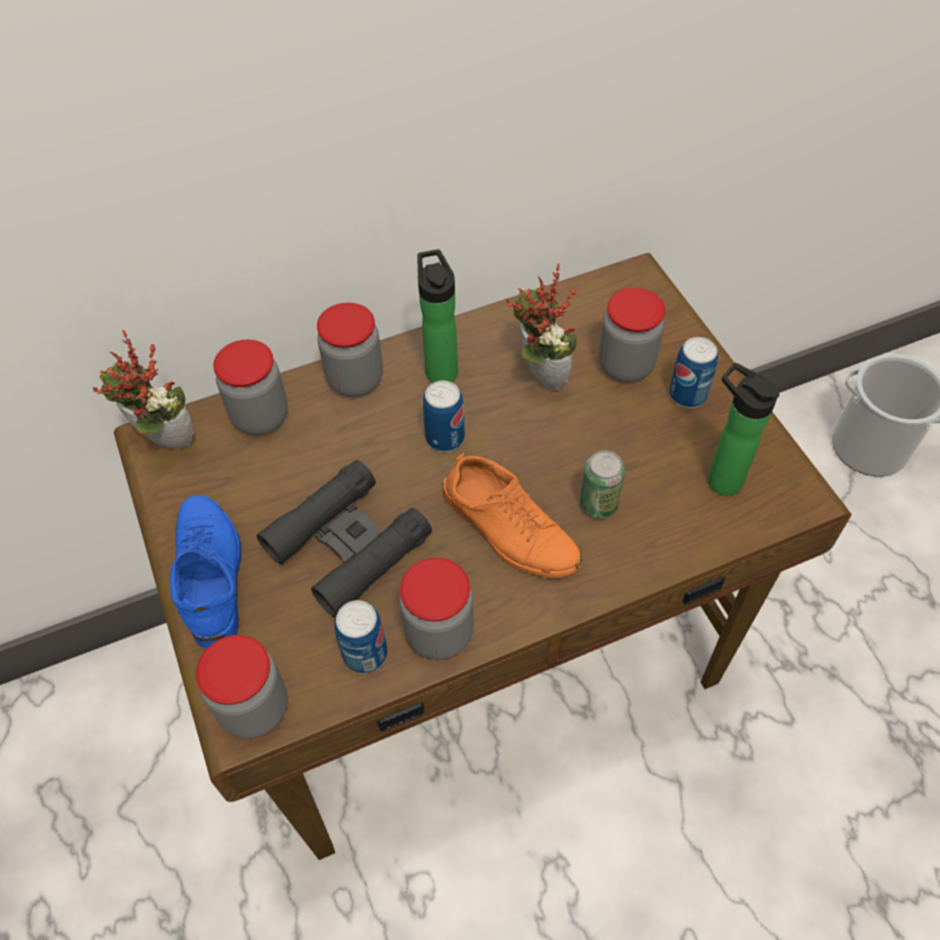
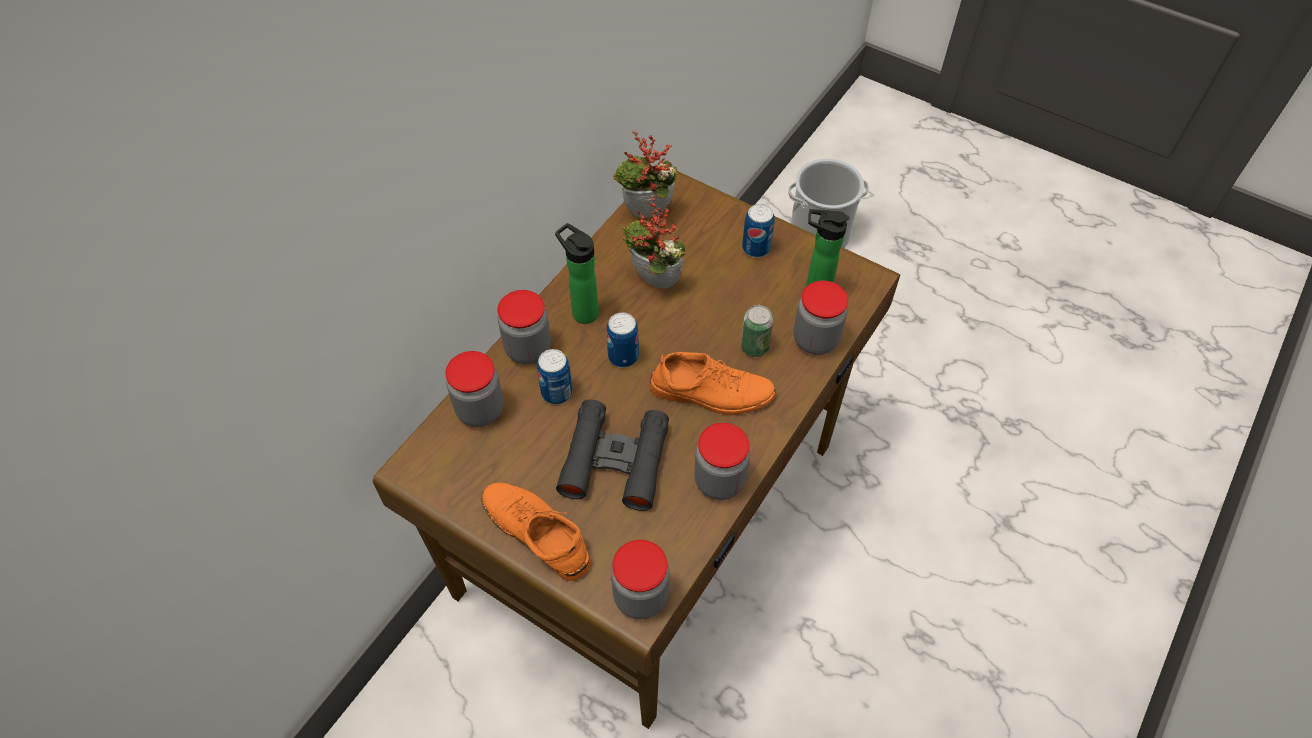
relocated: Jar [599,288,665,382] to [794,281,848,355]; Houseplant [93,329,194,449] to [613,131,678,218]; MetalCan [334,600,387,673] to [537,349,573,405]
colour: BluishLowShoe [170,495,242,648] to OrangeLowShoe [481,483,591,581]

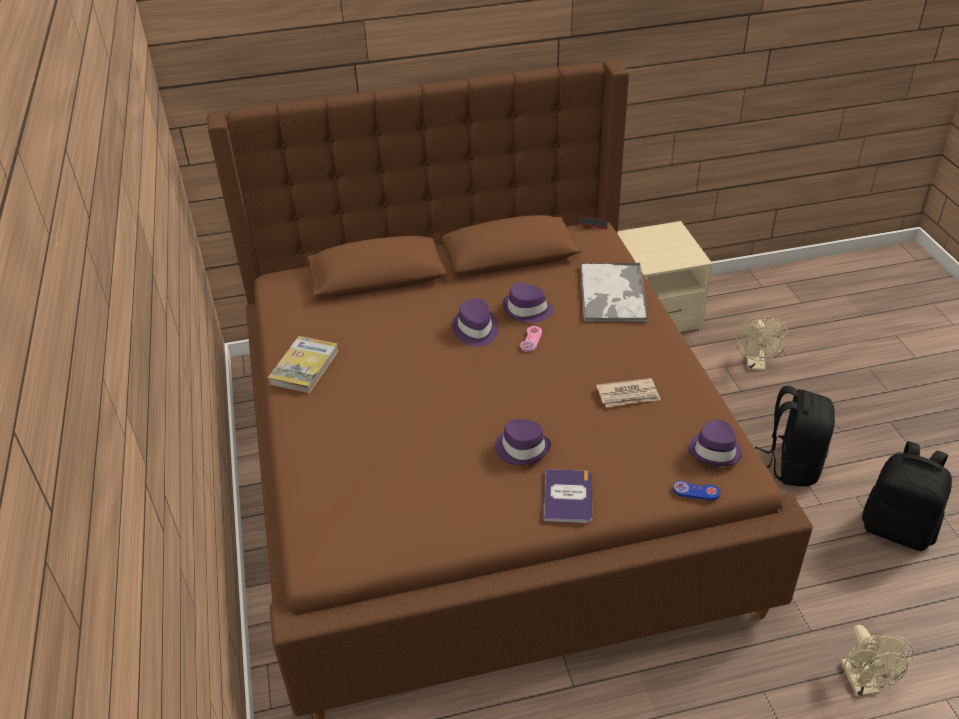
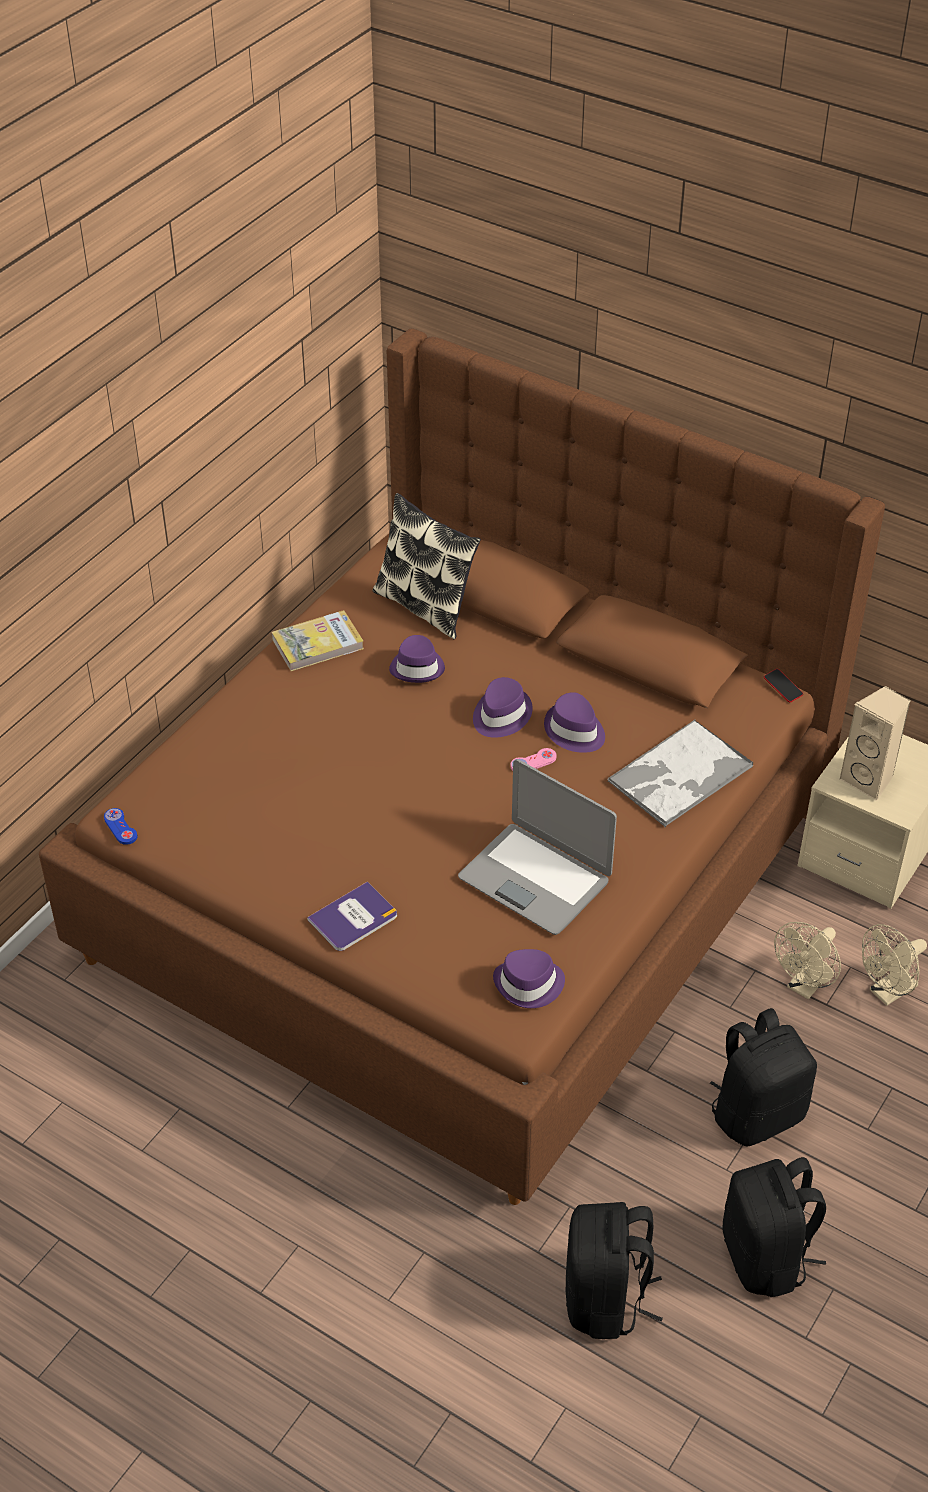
appeared: ThrowPillow [372,493,481,639]; BeigeColouredAudioSpeaker [840,686,911,801]; BlackishKnapsack [566,1202,663,1339]
relocated: PurpleColouredWearableHat [495,419,551,465] to [389,635,445,683]; BluishJoypad [673,481,720,500] to [104,808,137,845]; BeigeColouredElectricFan [841,625,914,697] to [774,922,841,1000]
exchanged: PrintedPaper [596,378,661,407] to NotebookComputer [458,759,617,935]

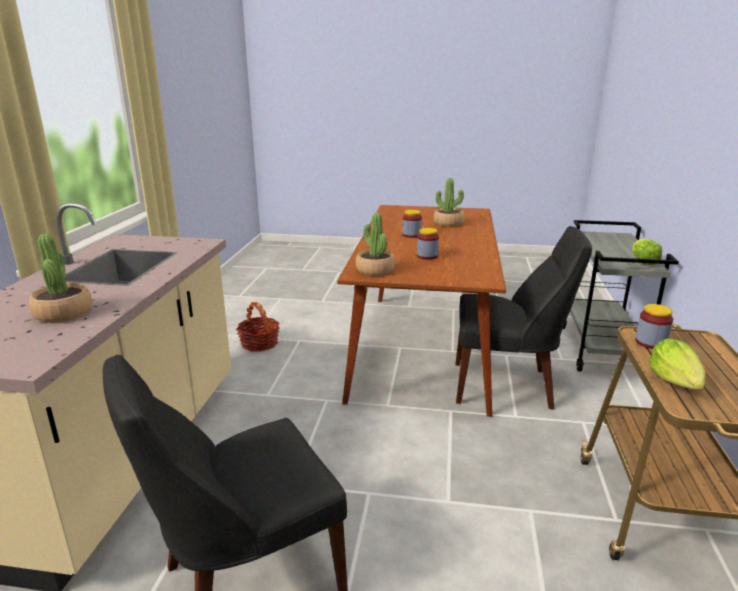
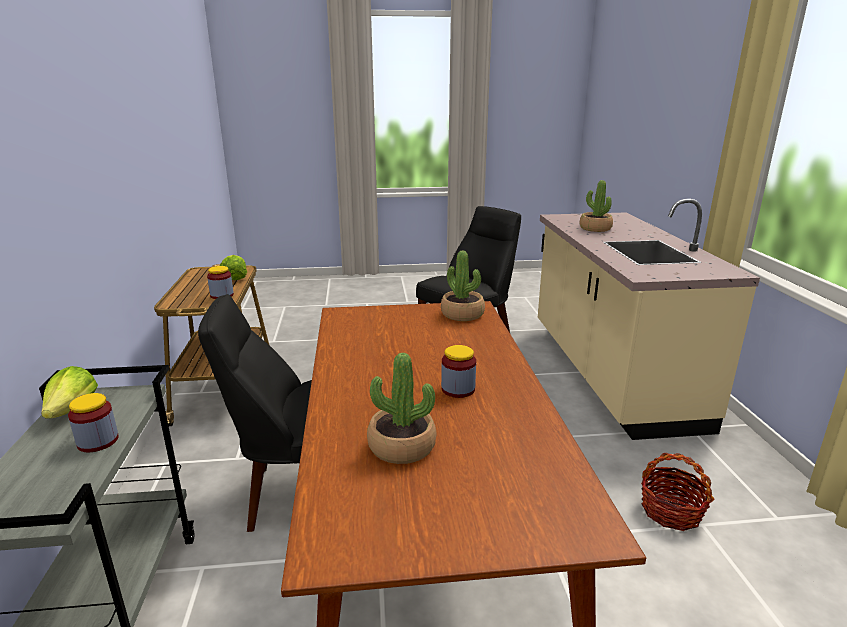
relocated: Jar [417,228,439,260] to [68,393,119,452]

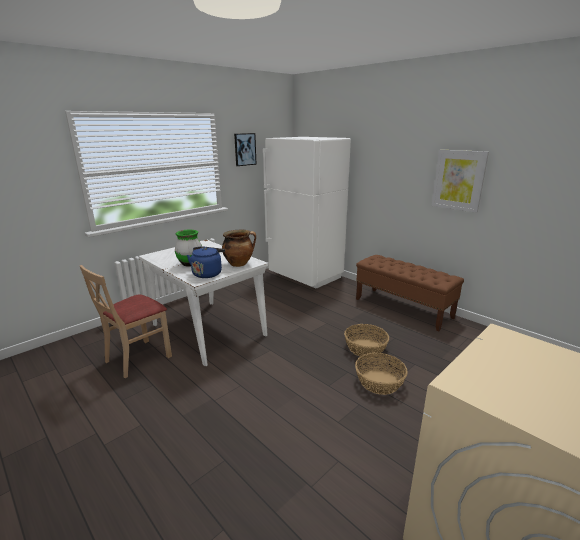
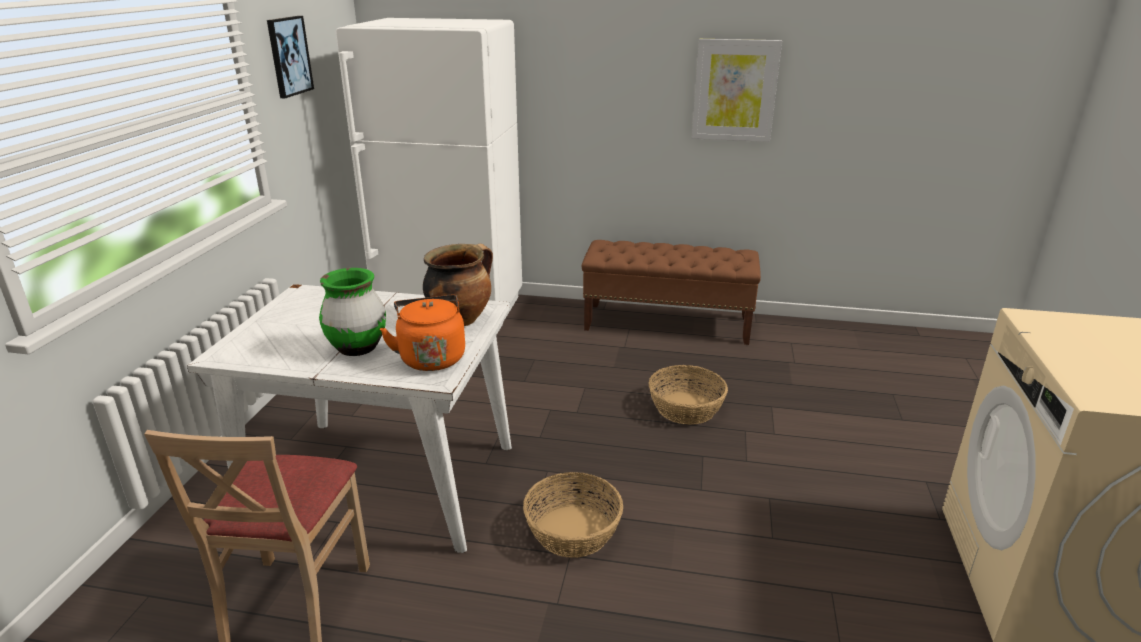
relocated: HouseholdBasket [355,353,408,395] to [523,472,623,558]
colour: BluishKettle [187,246,225,278] to OrangeKettle [380,295,465,371]

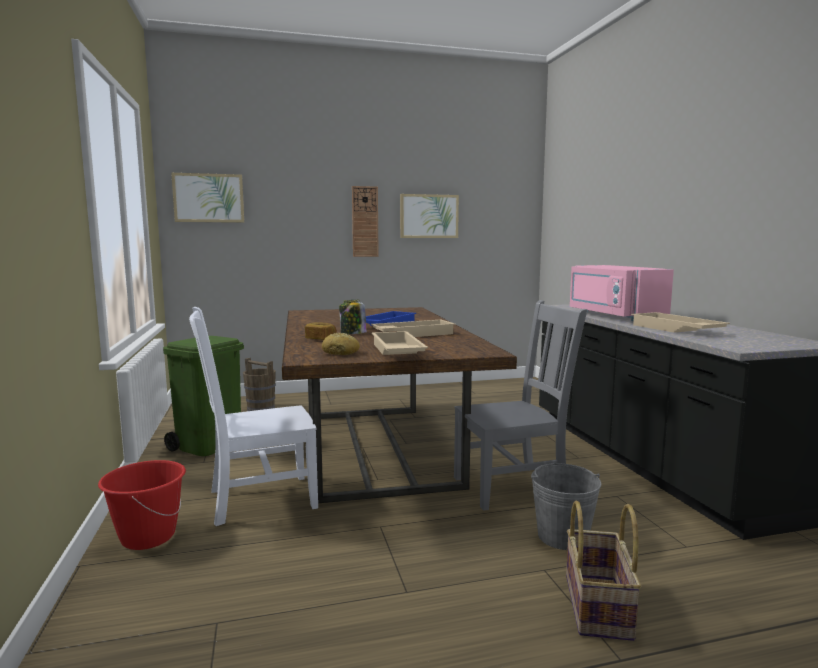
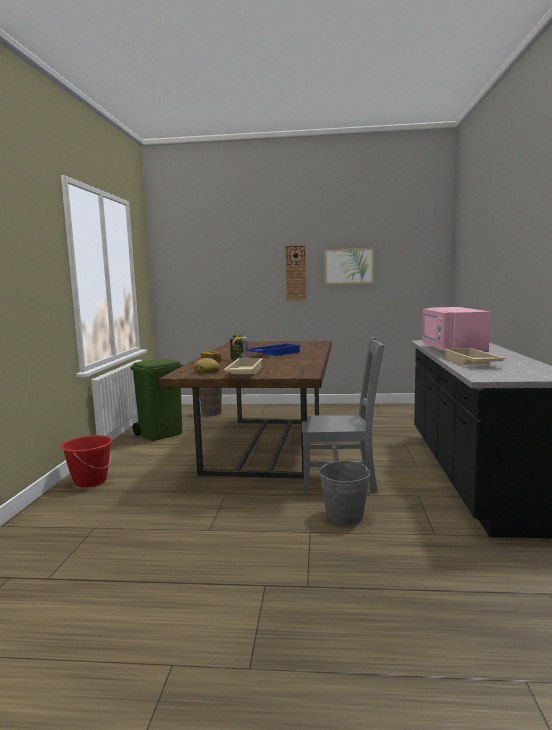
missing: WallPicture [171,173,244,223]; WhiteColouredChair [189,307,318,526]; BeigeColouredTray [371,320,456,337]; HouseholdBasket [566,500,641,641]

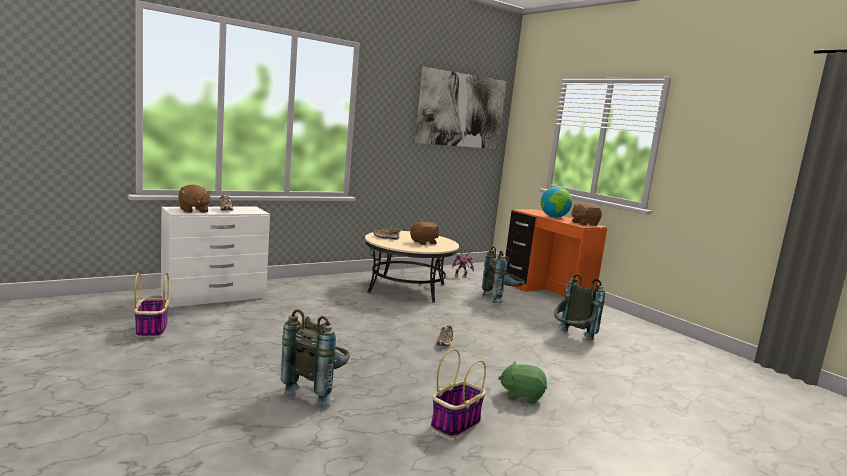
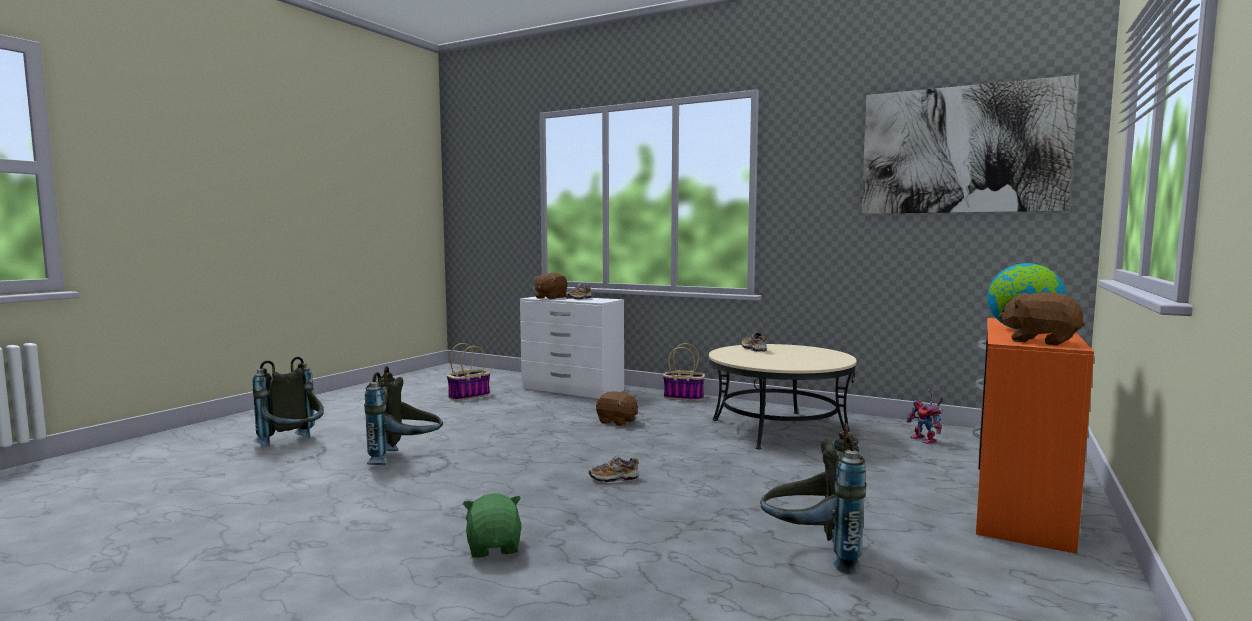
relocated: BrownishSoftToy [410,222,439,245] to [596,391,638,426]; GreyishKnapsack [482,246,525,303] to [253,357,324,446]; HouseholdBasket [431,349,486,438] to [663,343,705,401]

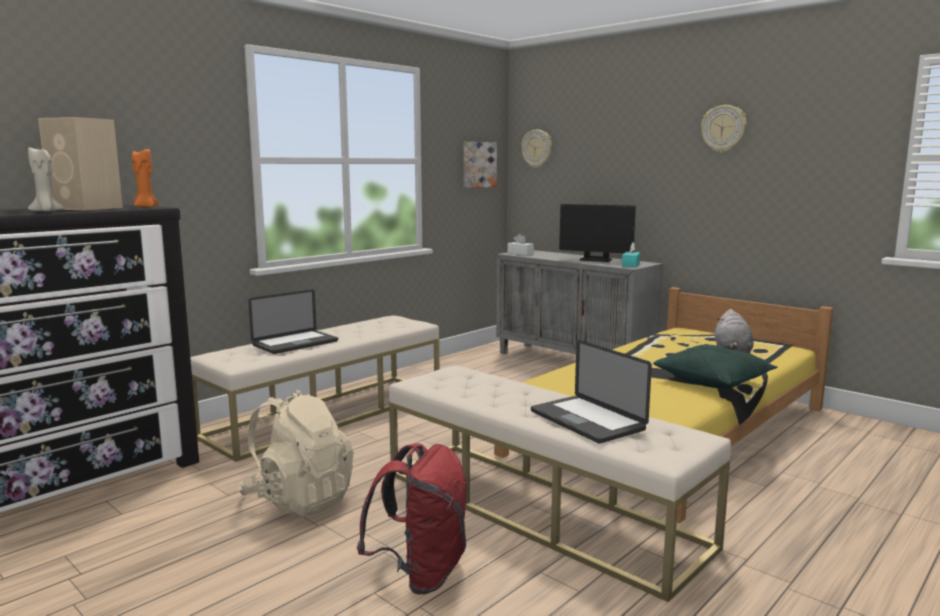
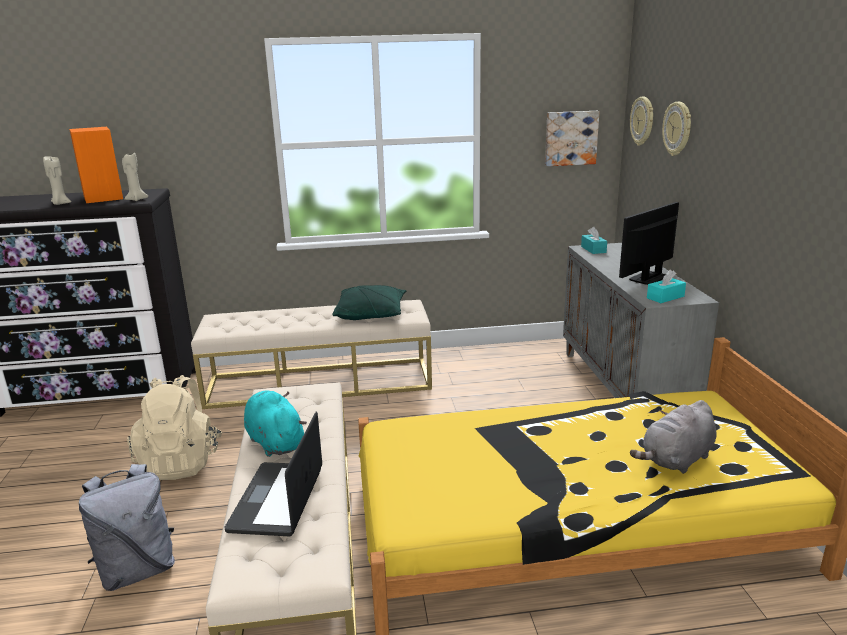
missing: NotebookComputer [248,289,338,354]
appeared: TurquoiseColouredSoftToy [244,391,307,457]
relocated: ClockOnTheWall [701,105,747,153] to [662,102,691,156]; GreenThrowPillow [653,344,778,389] to [332,285,406,320]
colour: BeigeColouredAudioSpeaker [38,117,123,210] to OrangeAudioSpeaker [69,127,123,203]; OrangeCandle [132,148,159,208] to BeigeColouredCandle [122,153,148,201]; WhiteColouredTissueHolder [508,234,534,255] to TurquoiseColouredTissueHolder [581,227,607,254]; RedKnapsack [357,443,468,595] to GreyishKnapsack [79,464,175,591]
spun: Monitor [559,204,636,262] = [619,202,679,285] 75 degrees clockwise

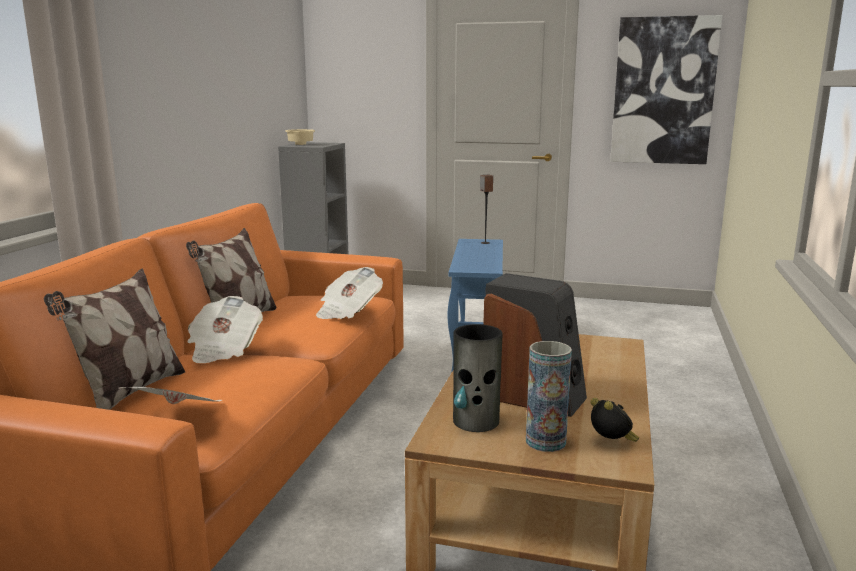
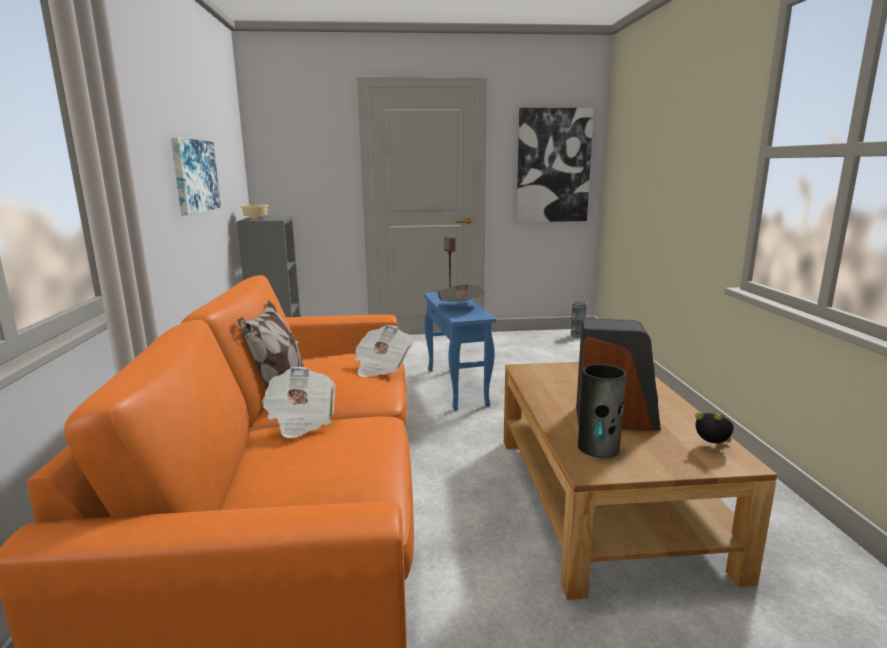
missing: ThrowPillow [44,269,185,410]
appeared: WallPicture [171,137,221,215]
relocated: Vase [526,341,572,452] to [571,301,587,338]; PrintedPaper [119,387,222,404] to [437,284,484,302]

